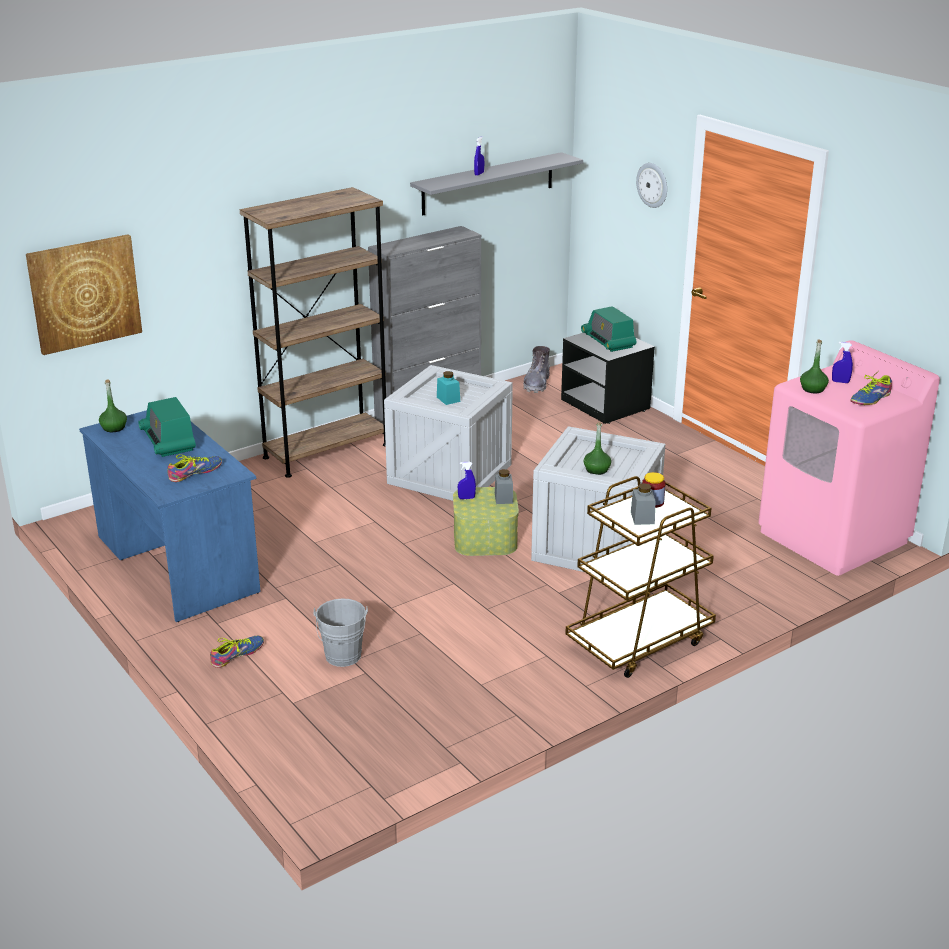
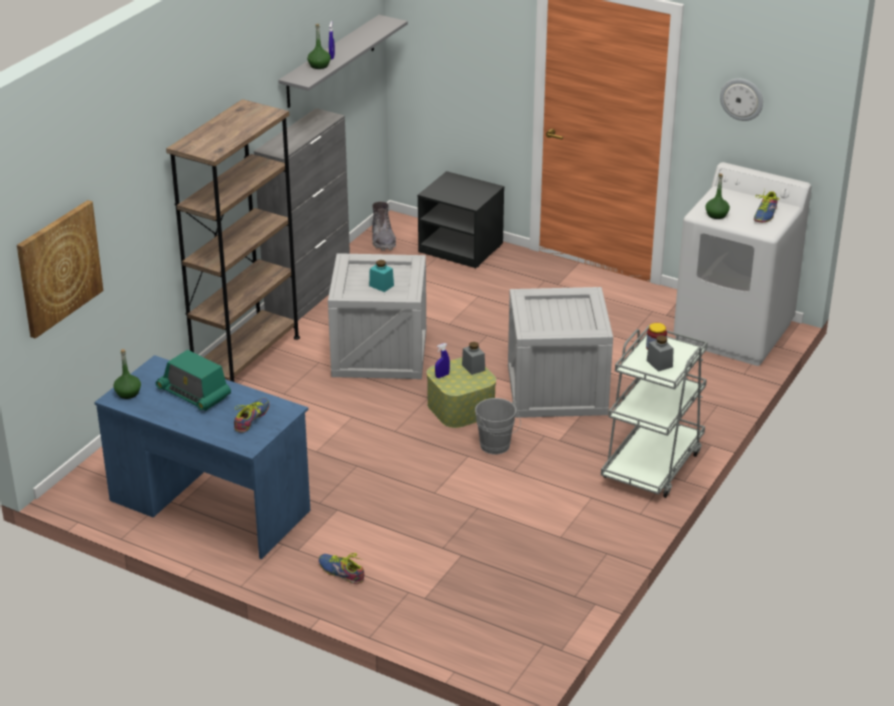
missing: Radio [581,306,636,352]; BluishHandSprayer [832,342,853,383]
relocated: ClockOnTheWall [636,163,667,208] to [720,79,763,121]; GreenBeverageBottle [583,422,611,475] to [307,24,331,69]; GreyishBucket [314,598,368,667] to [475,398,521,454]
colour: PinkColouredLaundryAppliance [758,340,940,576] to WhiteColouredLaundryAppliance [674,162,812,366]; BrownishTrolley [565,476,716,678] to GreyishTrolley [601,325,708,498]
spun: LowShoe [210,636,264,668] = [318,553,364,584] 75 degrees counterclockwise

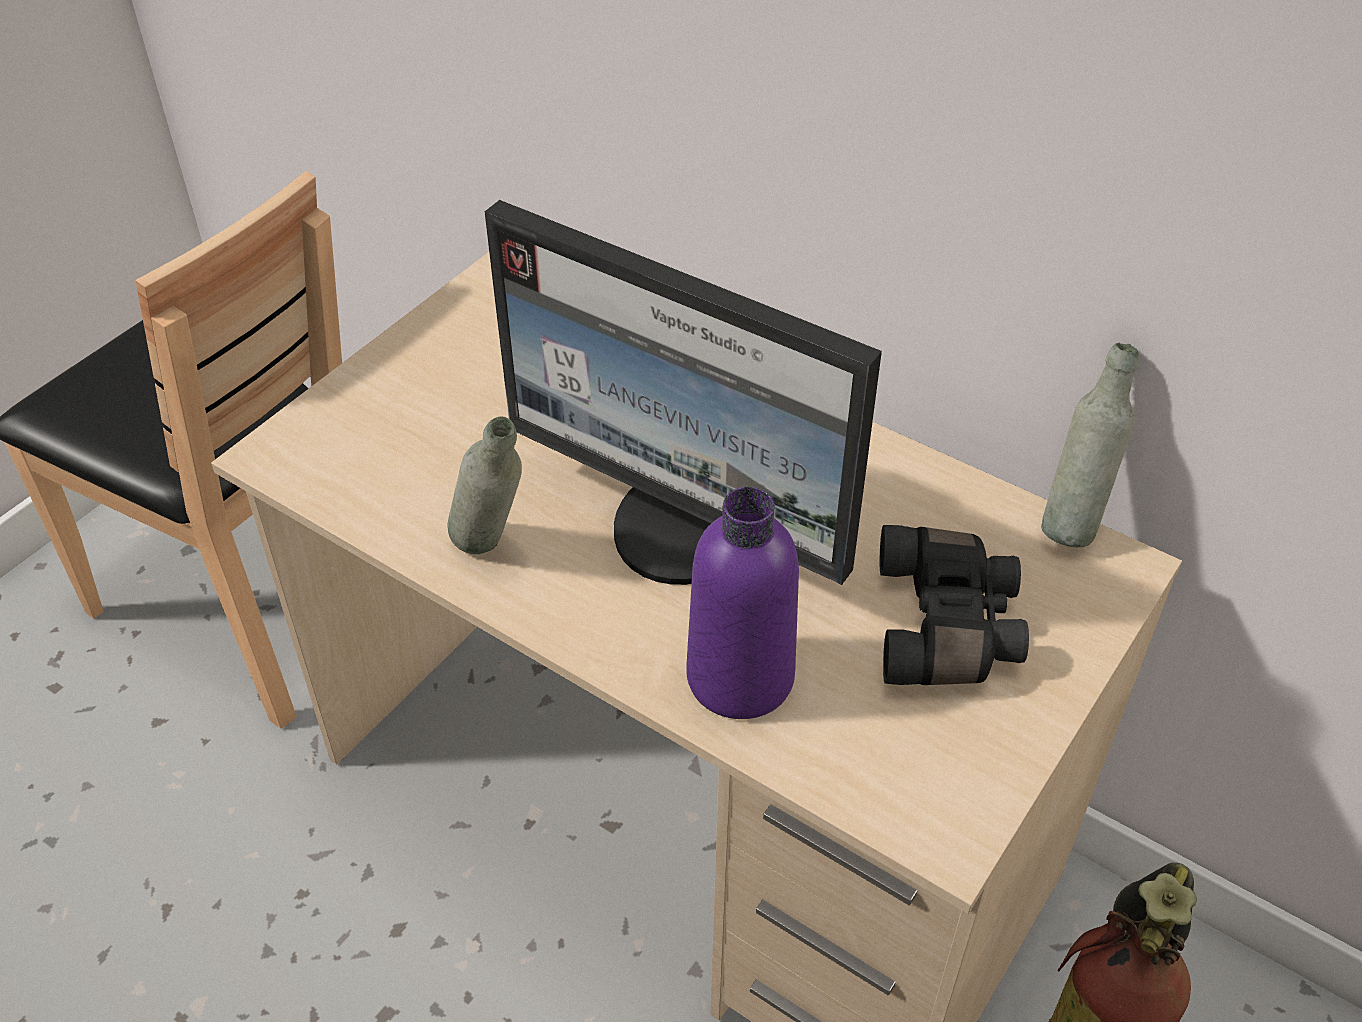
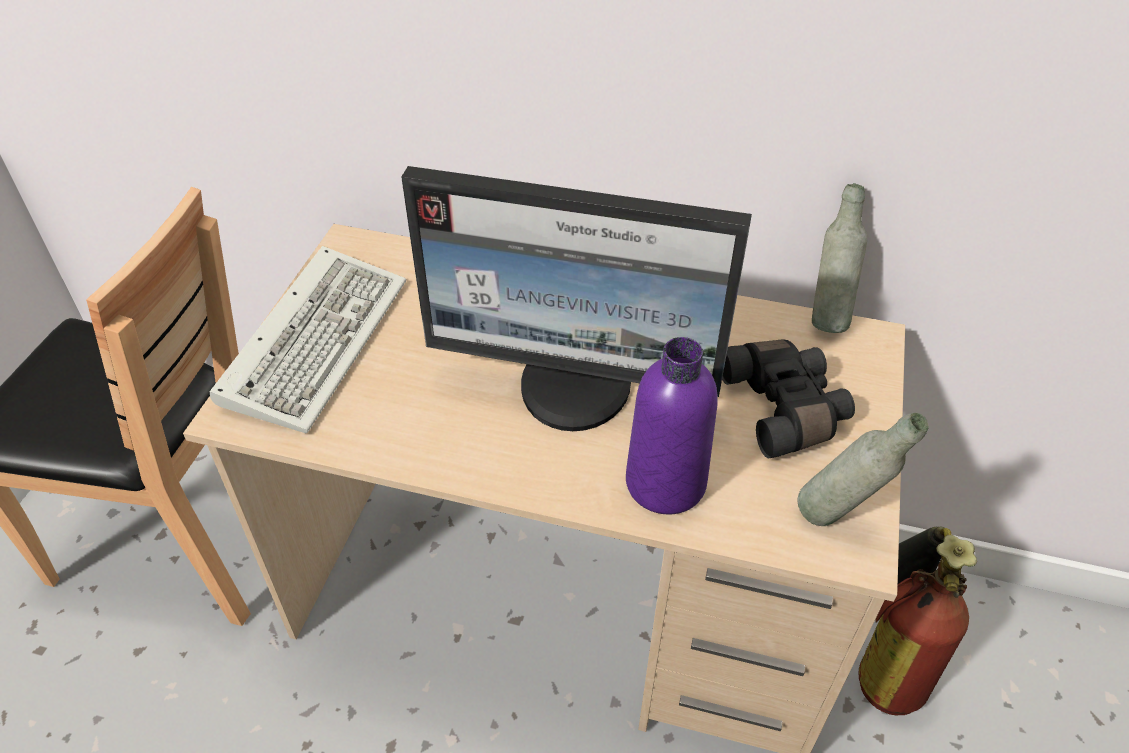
appeared: PcKeyboard [210,246,406,433]
relocated: GreyishBeverageBottle [447,416,522,554] to [798,412,929,526]

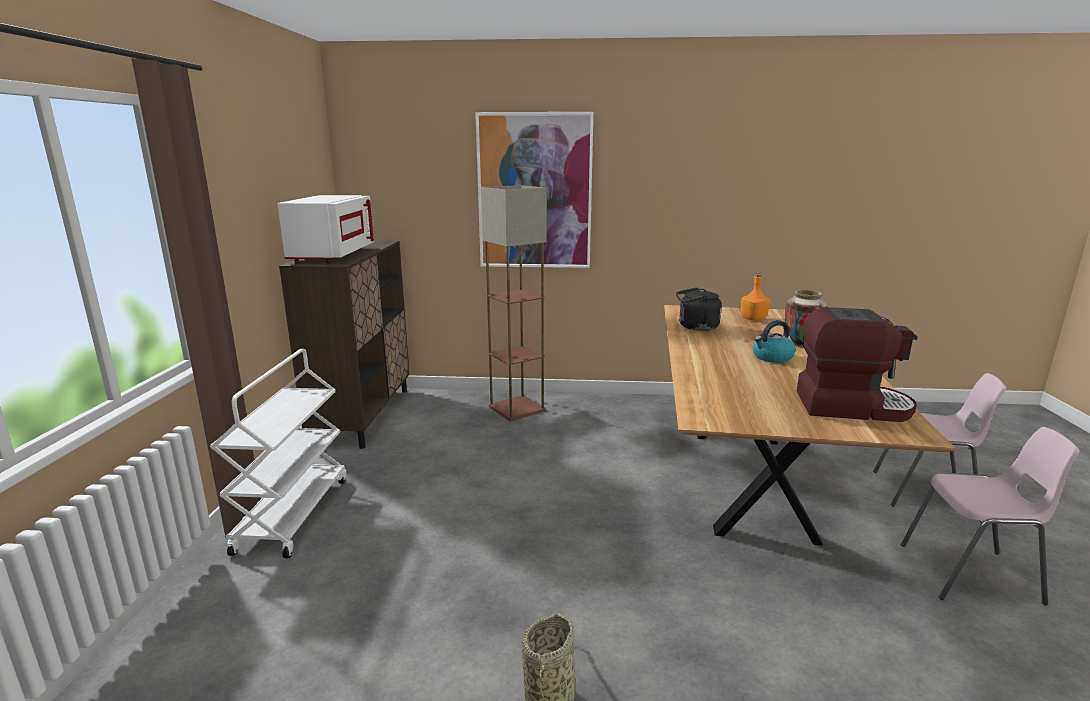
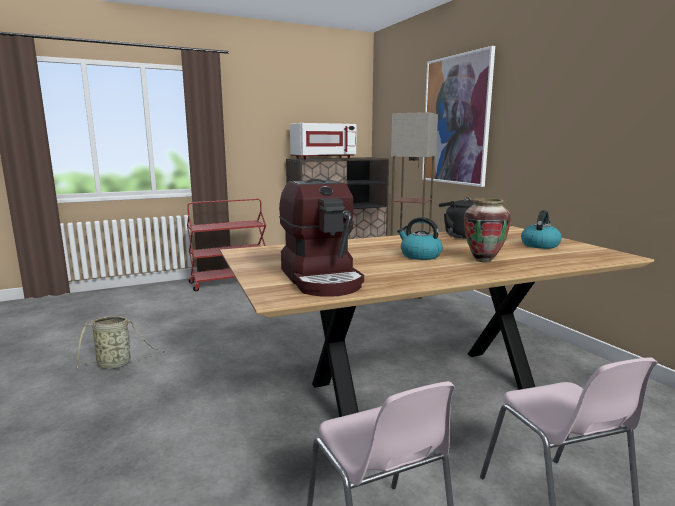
exchanged: OrangeBeverageBottle [741,272,771,320] to Kettle [521,210,562,249]
colour: WhiteColouredTrolley [210,349,346,558] to RedTrolley [187,199,266,291]

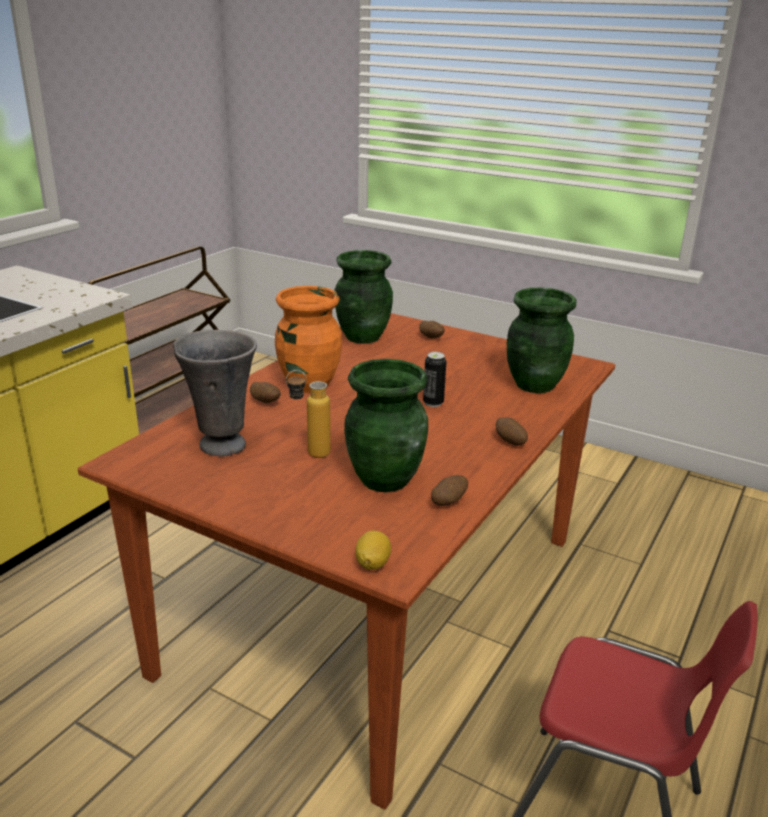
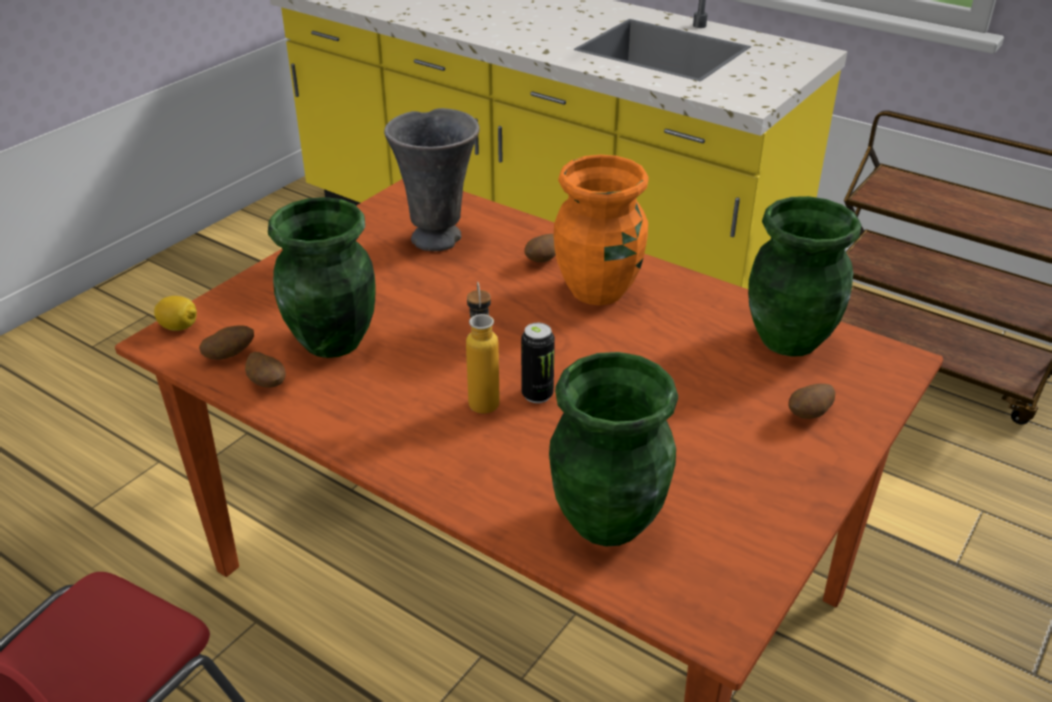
relocated: BeverageBottle [286,370,331,458] to [466,282,500,414]; WholePotato [496,417,528,446] to [199,325,254,360]

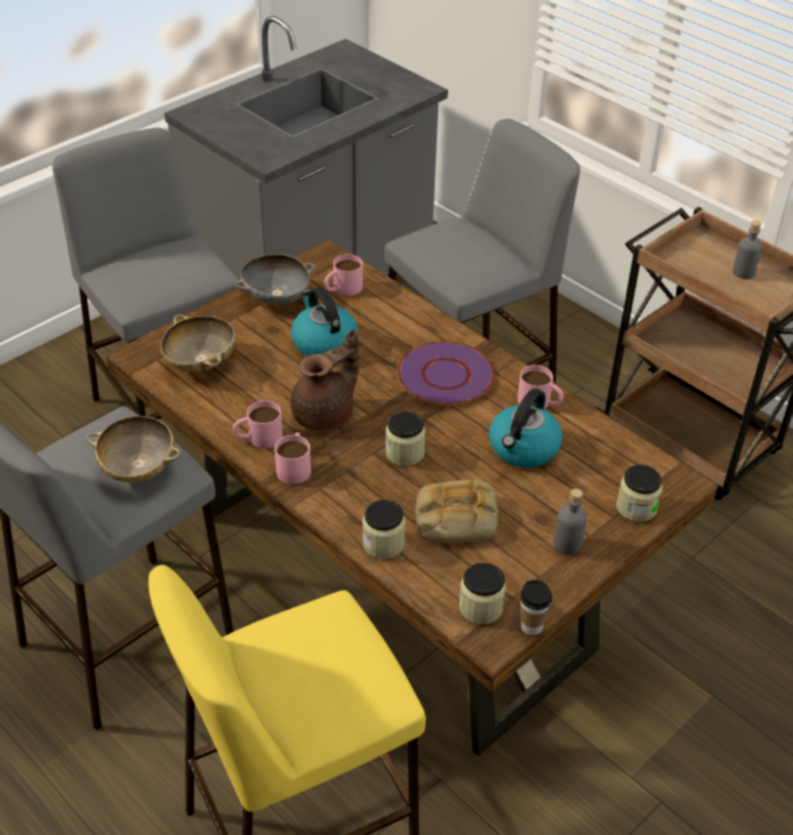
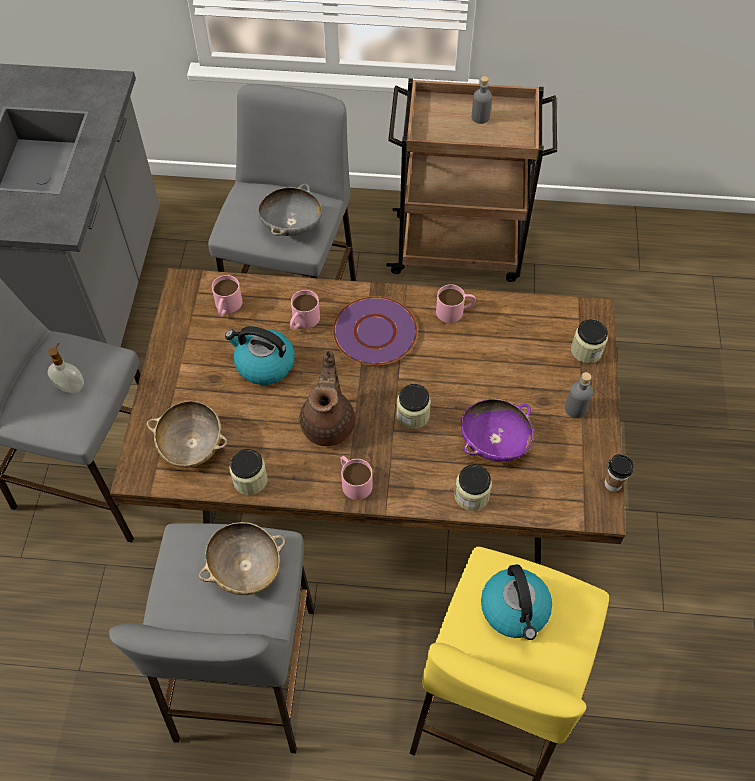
appeared: LiquidSoapBottle [47,343,84,393]
relocated: GreyishBowl [235,254,315,305] to [258,184,322,236]; Kettle [489,389,562,468] to [481,564,552,640]; PinkColouredTeaMug [233,401,283,449] to [290,290,320,330]; Jar [459,563,506,624] to [230,449,268,495]
exchanged: BakedBread [415,480,498,543] to PurpleColouredBowl [461,399,534,462]

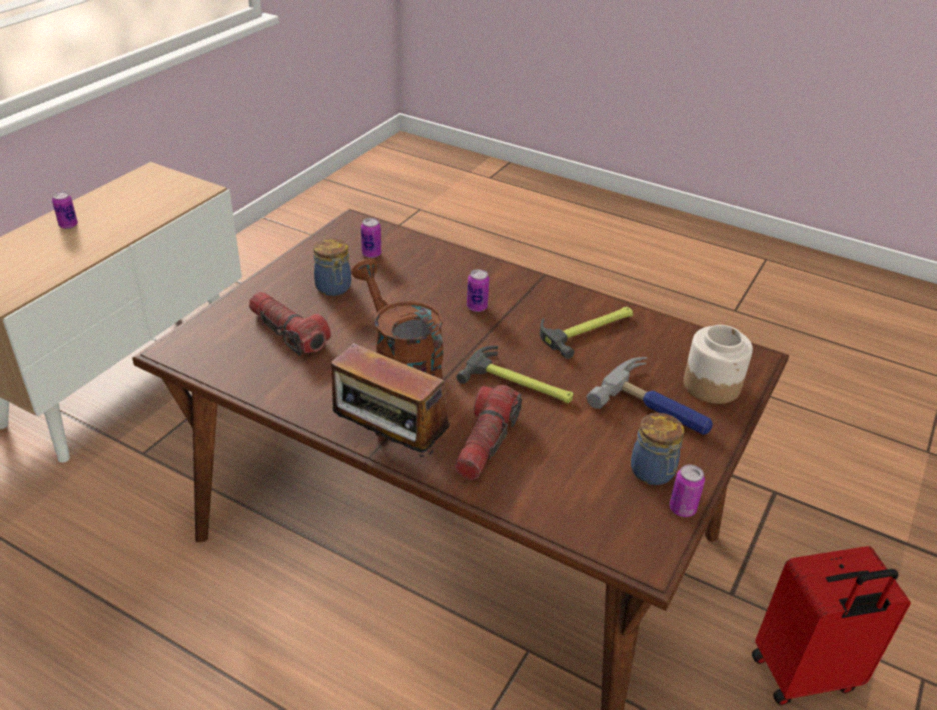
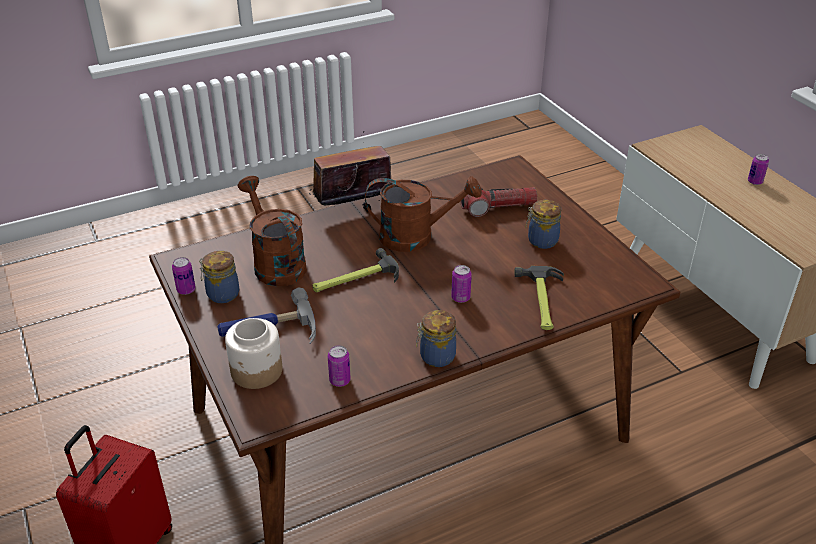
missing: HandTorch [454,385,522,480]
appeared: BrownishSprinklingCan [238,176,307,286]; Jar [416,310,456,367]
relocated: MetalCan [361,218,381,258] to [328,345,351,387]; ToolHammer [540,306,633,359] to [515,266,564,330]

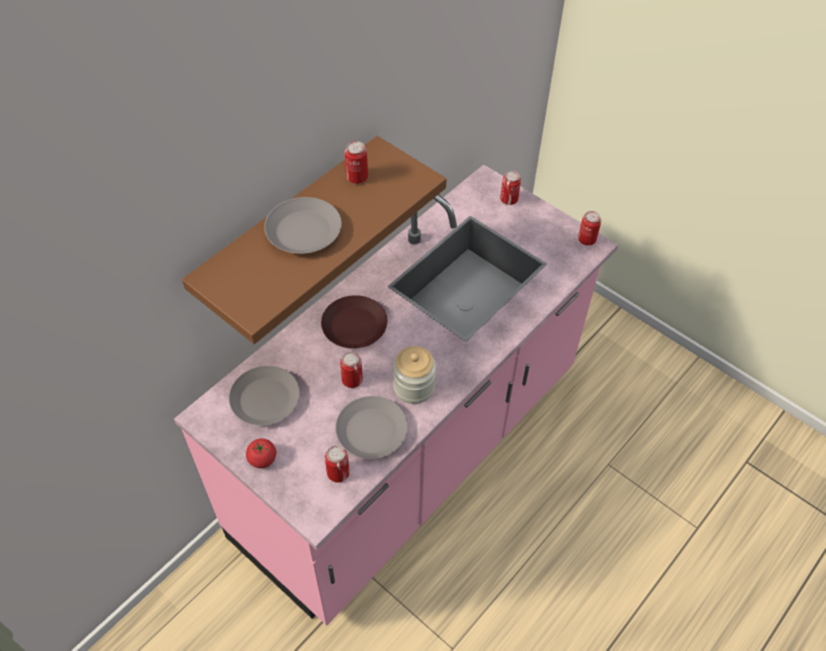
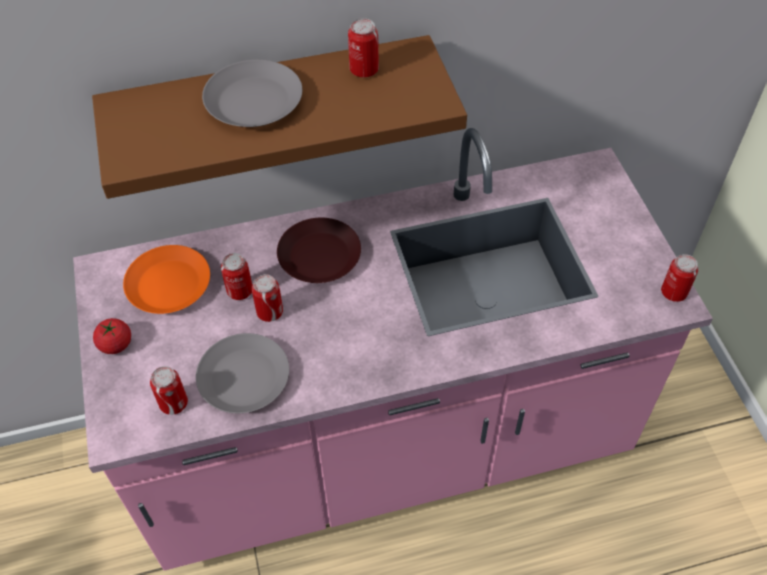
missing: Jar [393,346,436,404]
relocated: MetalCan [500,171,521,205] to [221,253,252,300]
colour: GreyishFlatDish [229,366,300,426] to OrangeFlatDish [123,245,210,314]

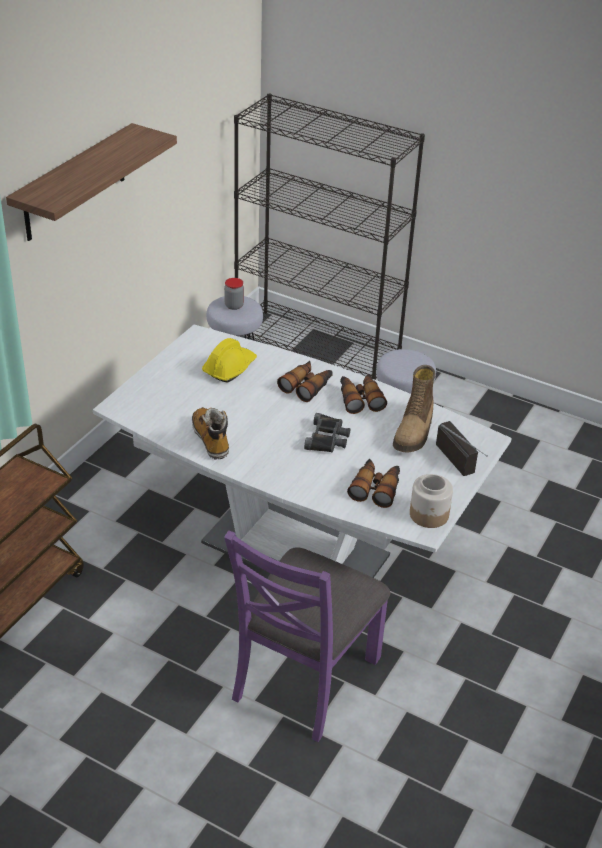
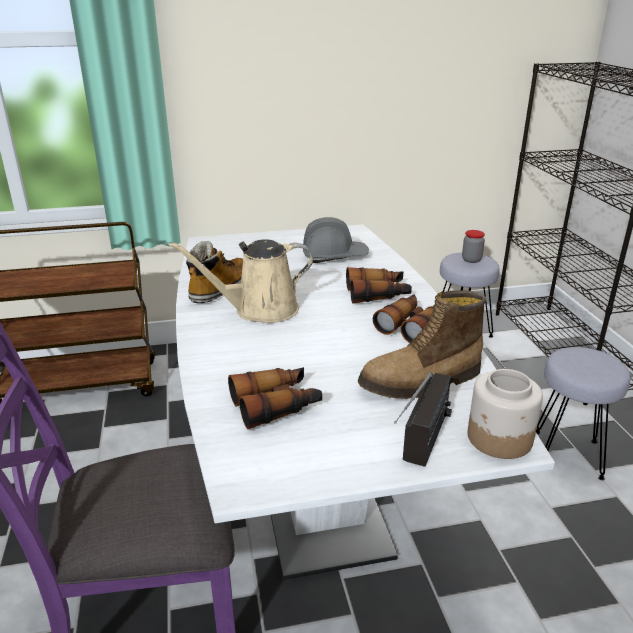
missing: Shelf [6,123,177,241]; BlackishPairOfBinoculars [304,413,351,453]
appeared: BeigeColouredSprinklingCan [168,239,313,323]
relocated: Jar [410,474,453,528] to [468,369,543,459]
colour: YellowHardHat [202,338,257,383] to GreyishHardHat [303,217,369,263]

